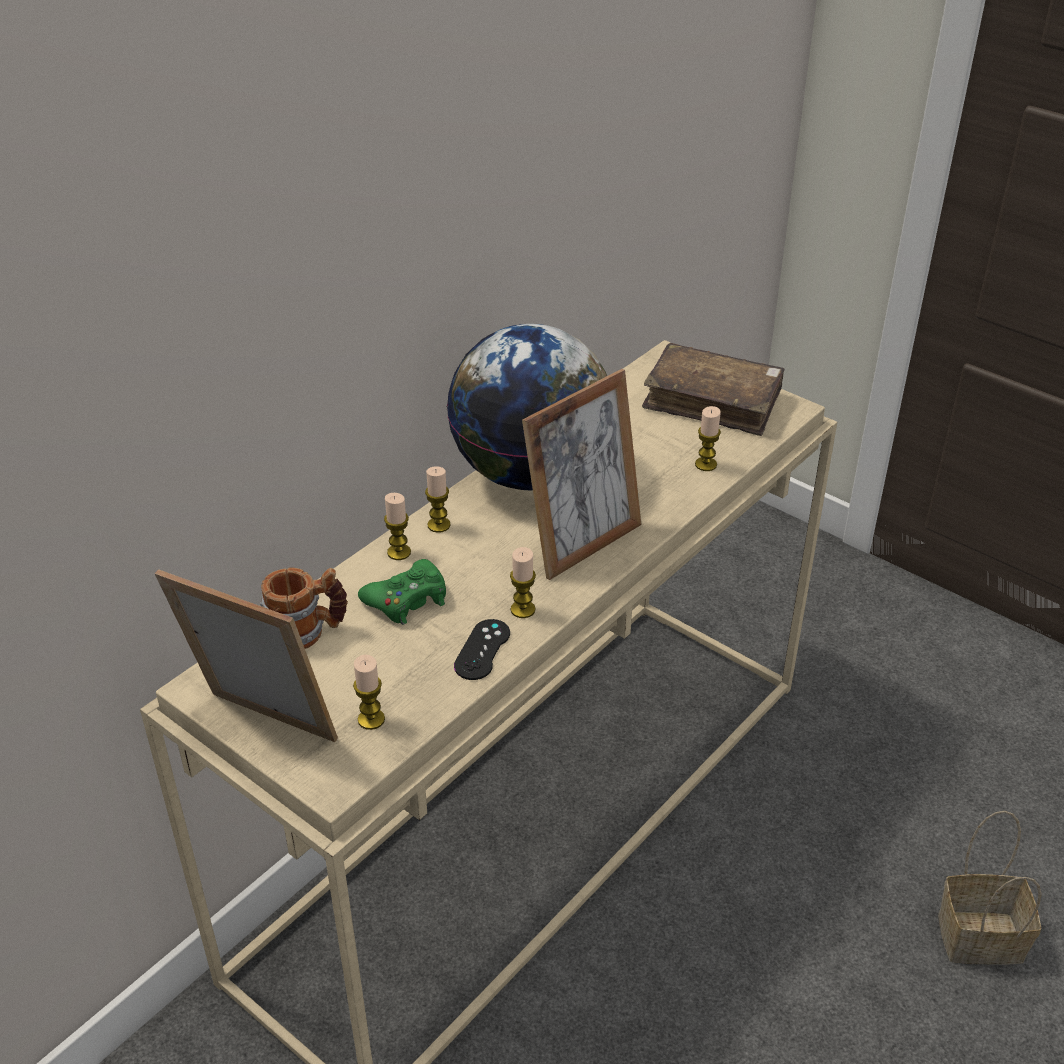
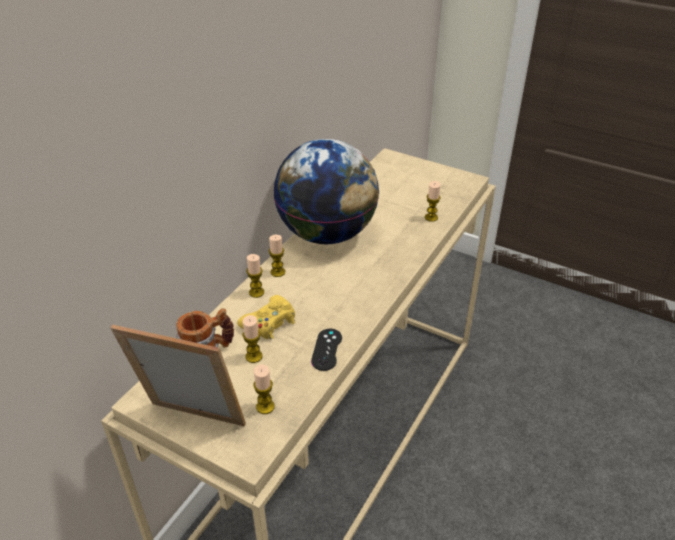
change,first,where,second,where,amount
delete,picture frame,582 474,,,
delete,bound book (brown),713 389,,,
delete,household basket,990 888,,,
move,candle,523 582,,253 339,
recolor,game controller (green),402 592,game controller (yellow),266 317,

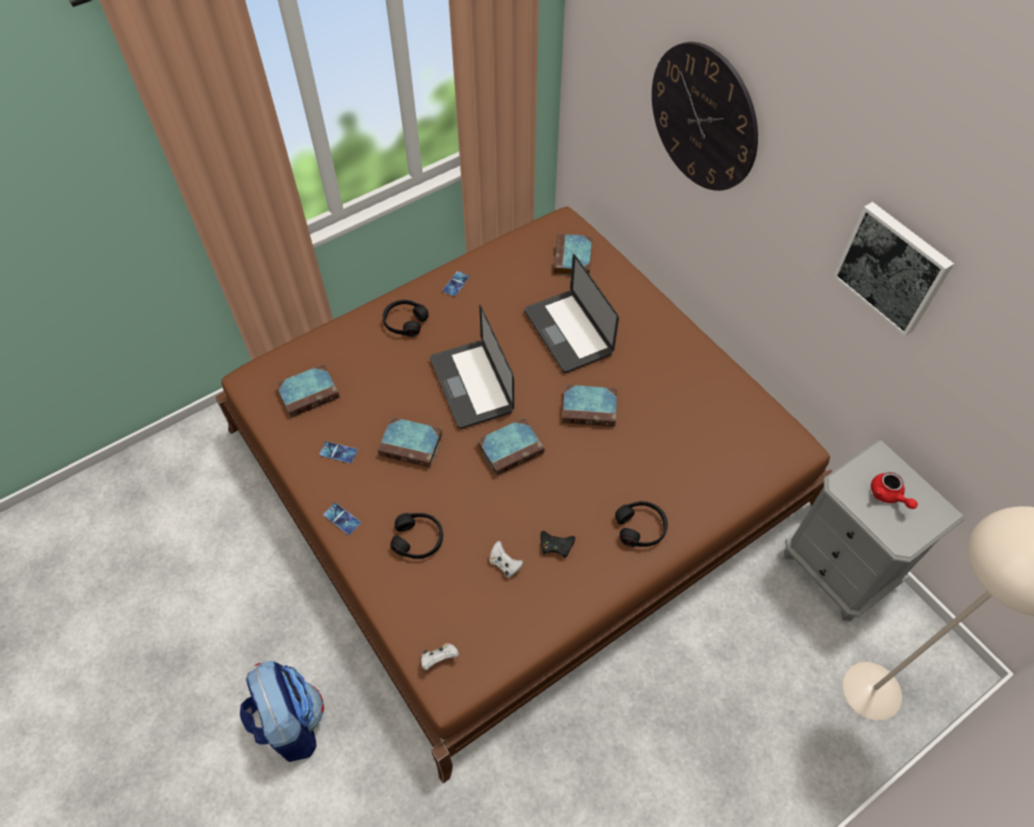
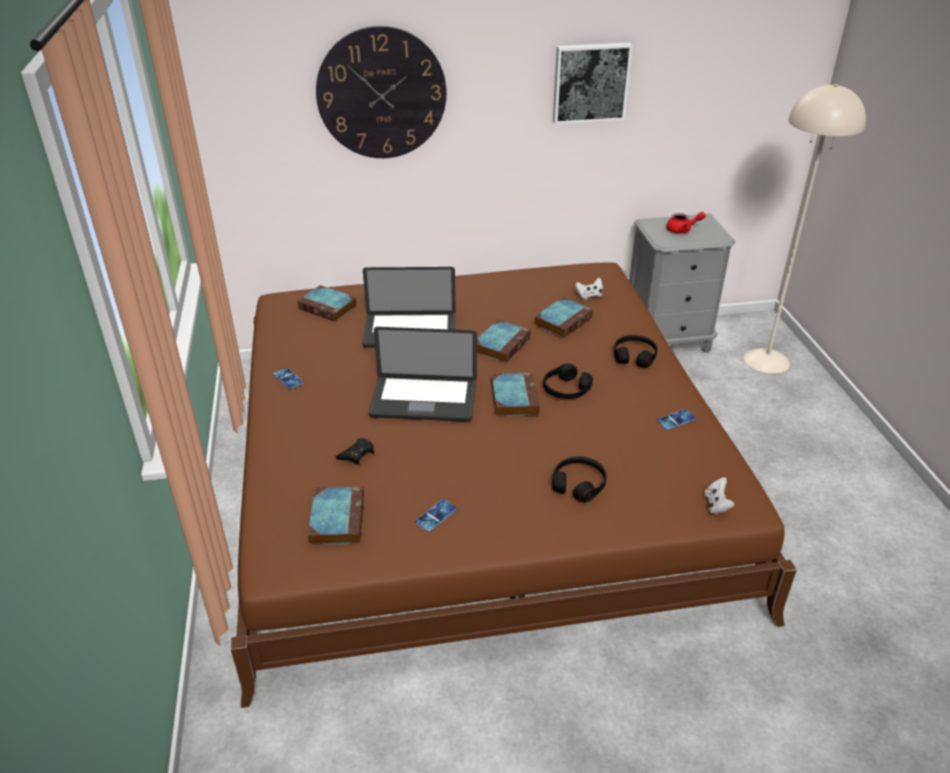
change,first,where,second,where,amount
delete,knapsack,282 711,,,
move,phone,342 519,,676 419,
move,bound book,410 442,,563 317,
move,headset (black),406 318,,568 381,
move,game controller (white-coloured),506 559,,589 289,
move,game controller (black),557 544,,354 451,

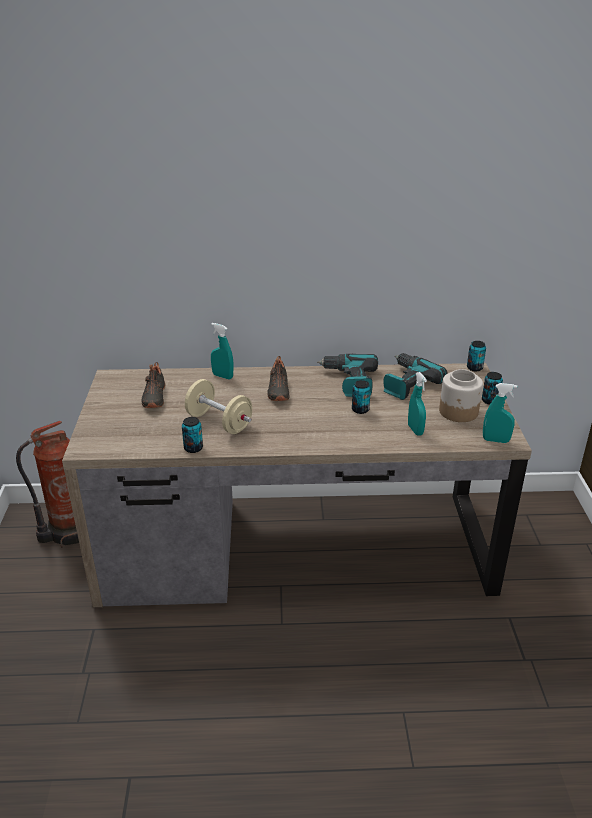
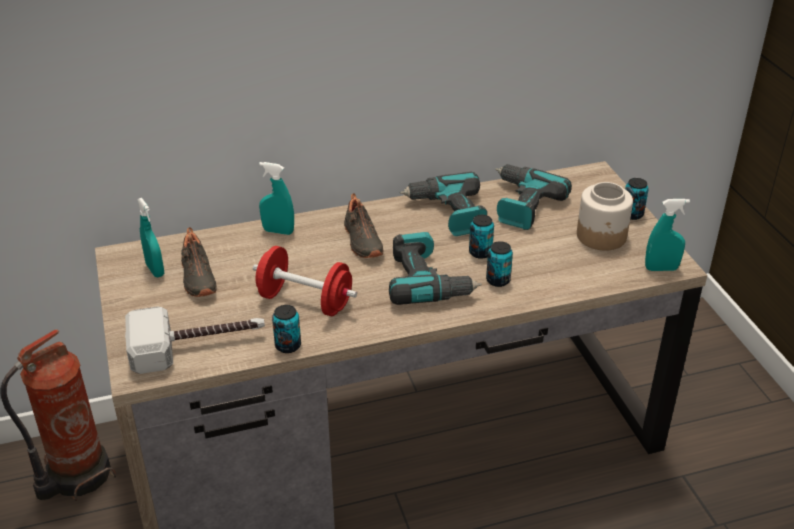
change,first,where,second,where,amount
insert,,,tool hammer,195 340,
insert,,,drill,435 268,
move,spray bottle (turquoise-coloured),417 404,,150 237,
move,metal can,476 356,,499 264,
recolor,dumbbell (beige),218 406,dumbbell (red-coloured),305 281,

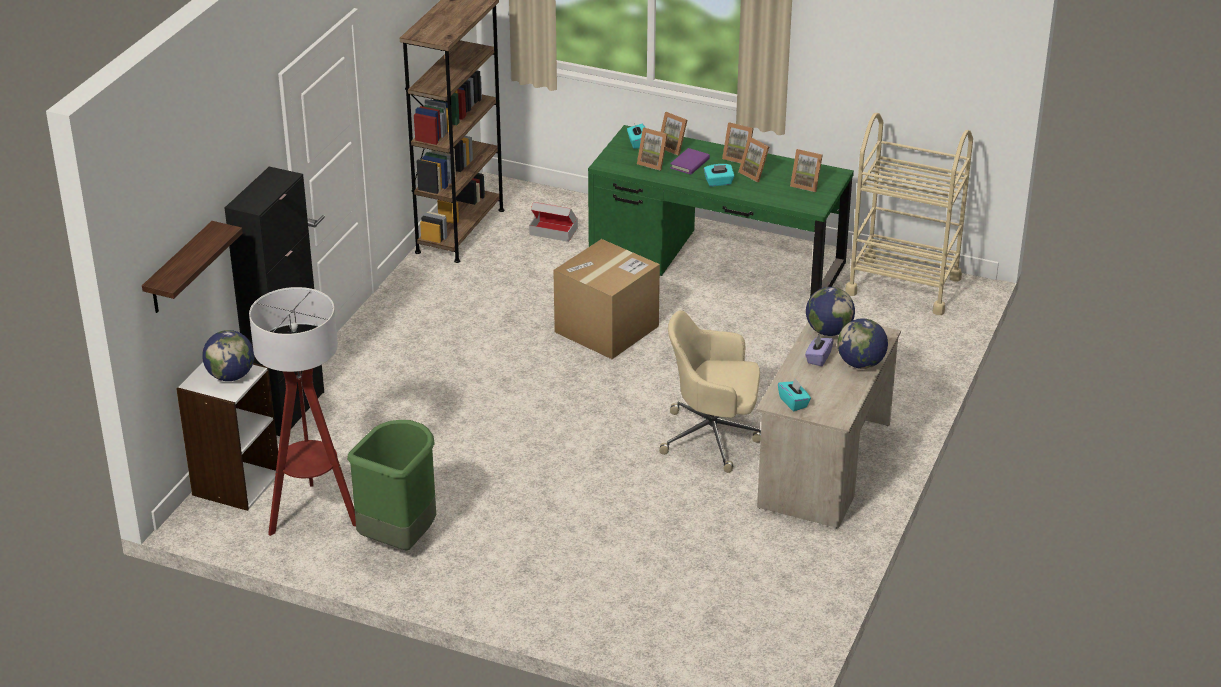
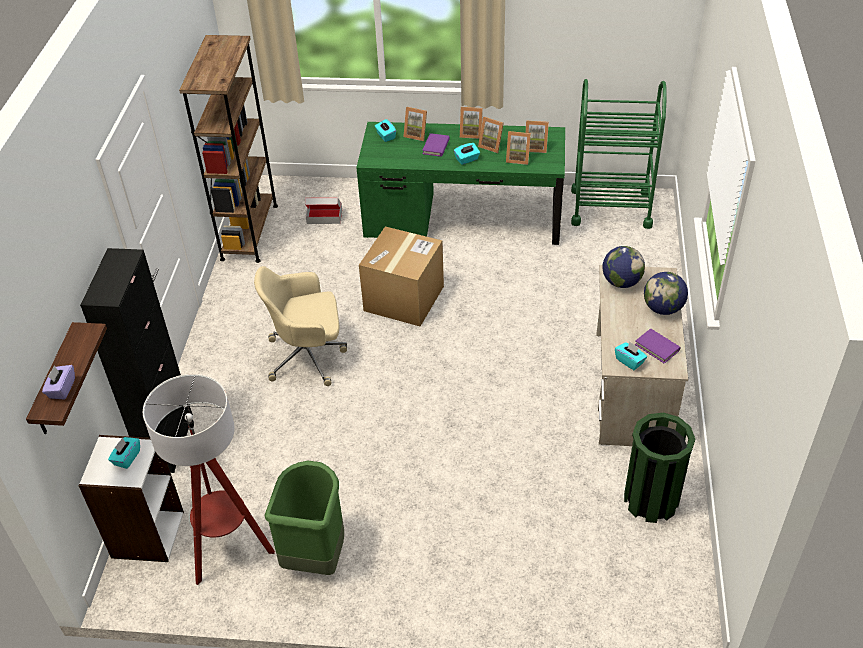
change,first,where,second,where,amount
insert,,,trash can (green),659 468,
insert,,,bound book (purple),658 346,
move,picture frame,652 149,,518 148,
move,computer chair (beige),710 391,,300 326,
move,box of tissues (purple),819 350,,58 382,
replace,globe,228 355,box of tissues (turquoise-coloured),124 453,
recolor,wheeled cart (beige),909 214,wheeled cart (green),619 154,

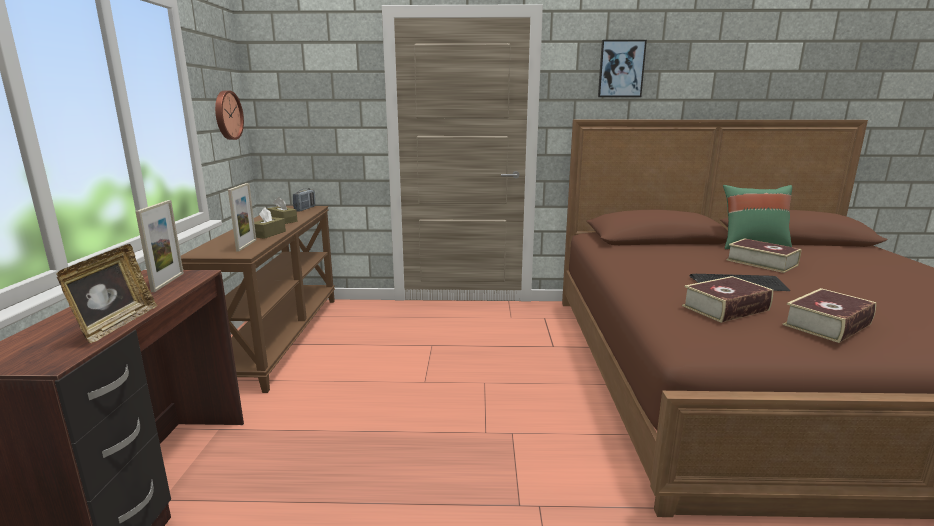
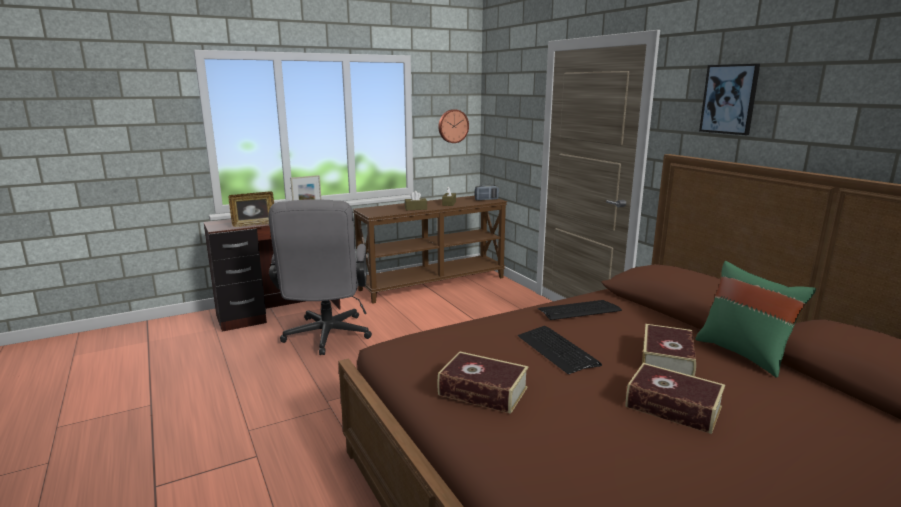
change,first,where,second,where,amount
delete,picture frame,242 217,,,
insert,,,computer chair (greyish),320 277,
insert,,,PC keyboard,580 310,
move,bound book,727 299,,675 398,

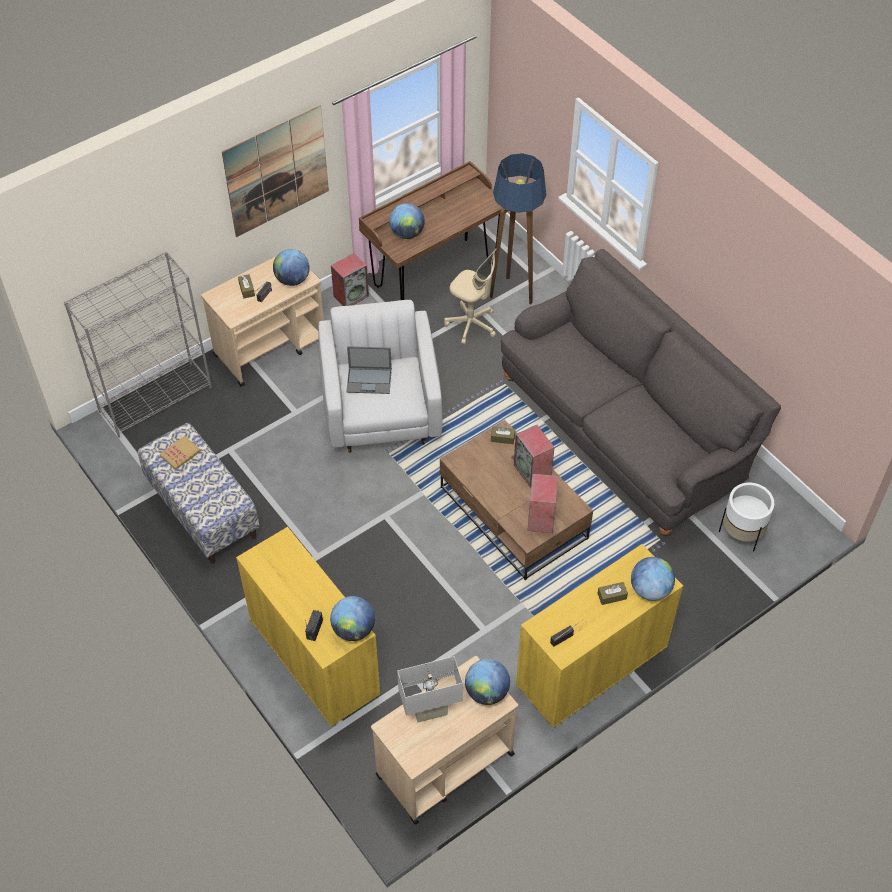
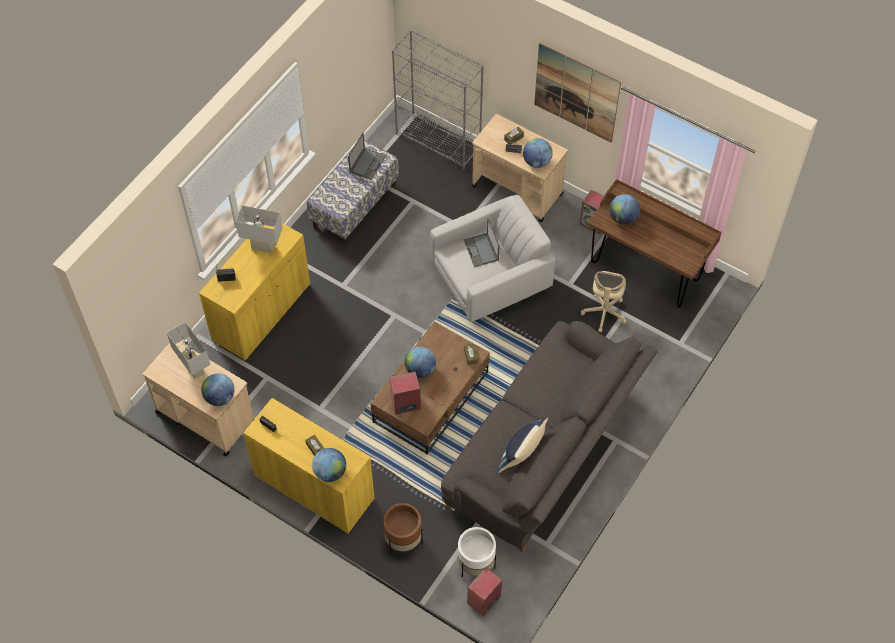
change,first,where,second,where,amount
delete,floor lamp,518 228,,,
insert,,,tabletop lamp (white-coloured),259 229,
insert,,,plant pot (brown),403 528,
insert,,,throw pillow (bluish),522 445,
move,globe,352 618,,420 362,
move,audio speaker,534 456,,484 591,
replace,bound book,180 453,portable computer,367 156,

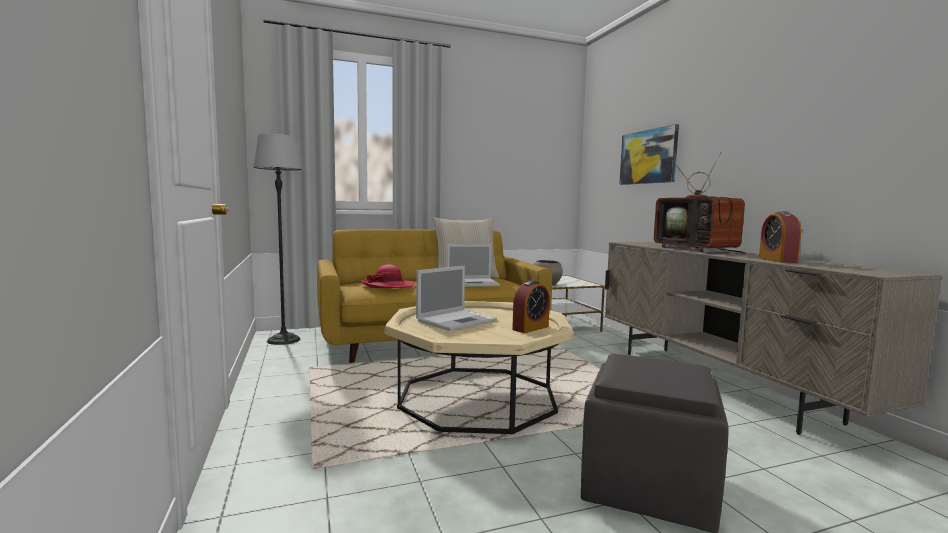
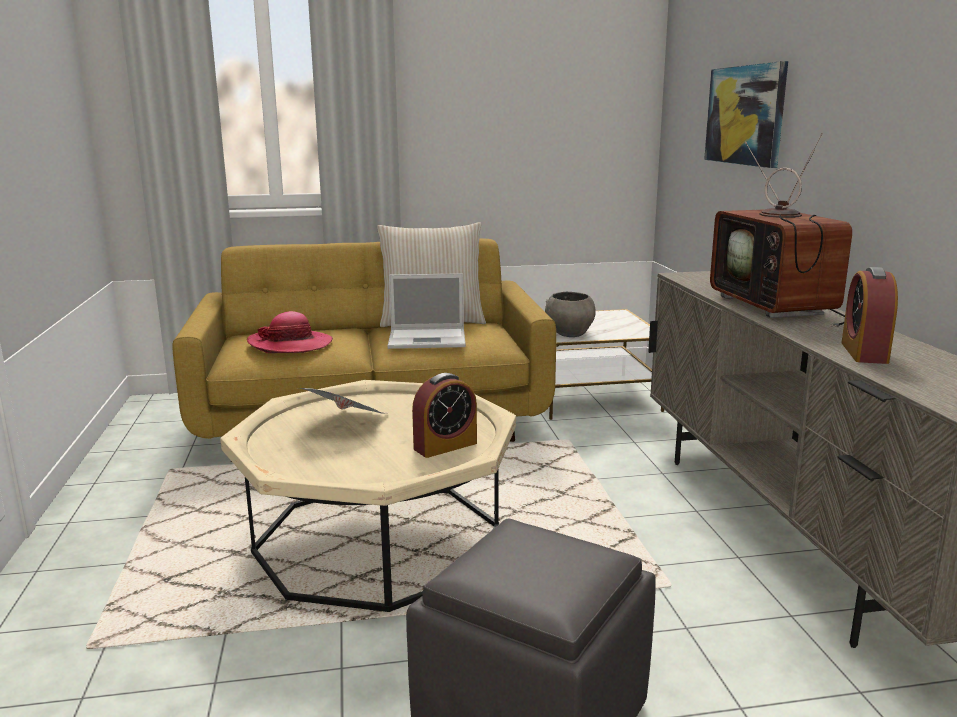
change,first,where,second,where,amount
delete,floor lamp,277 239,,,
replace,portable computer,456 298,printed paper,341 401,

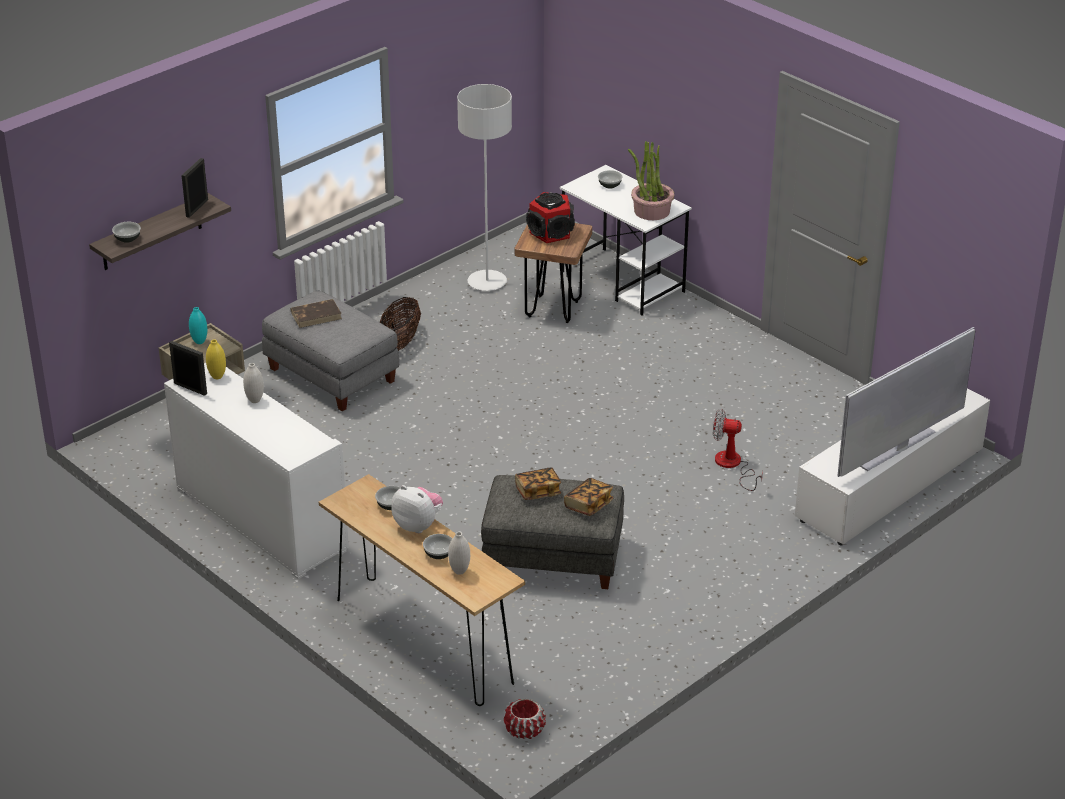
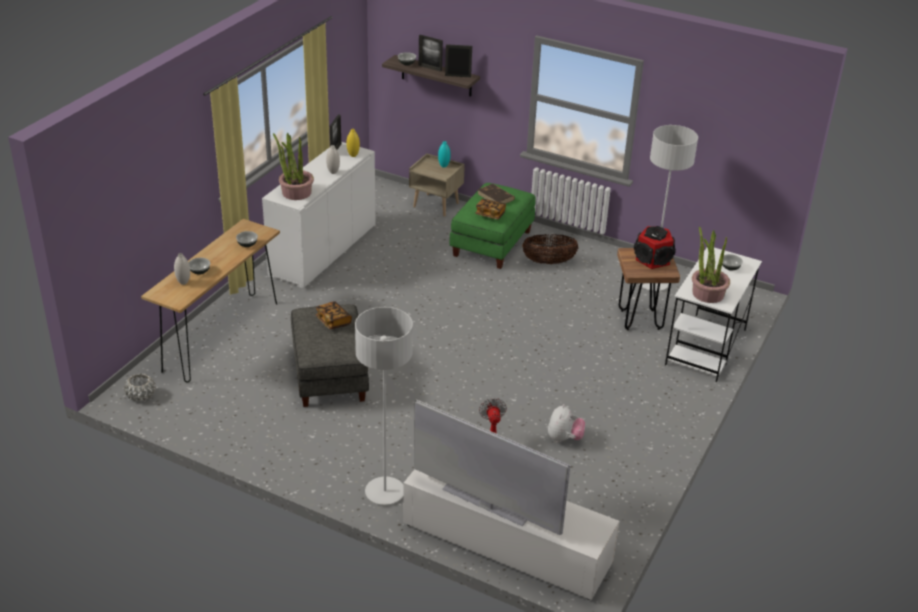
change,first,where,second,where,amount
insert,,,potted plant,293 166,
insert,,,floor lamp (greyish),384 406,
insert,,,picture frame,431 53,
move,soft toy,417 509,,566 423,
move,bound book,589 497,,490 209,
recolor,footrest (greyish),330 351,footrest (green),492 226,
recolor,plant pot (red-coloured),525 719,plant pot (white-coloured),140 387,

